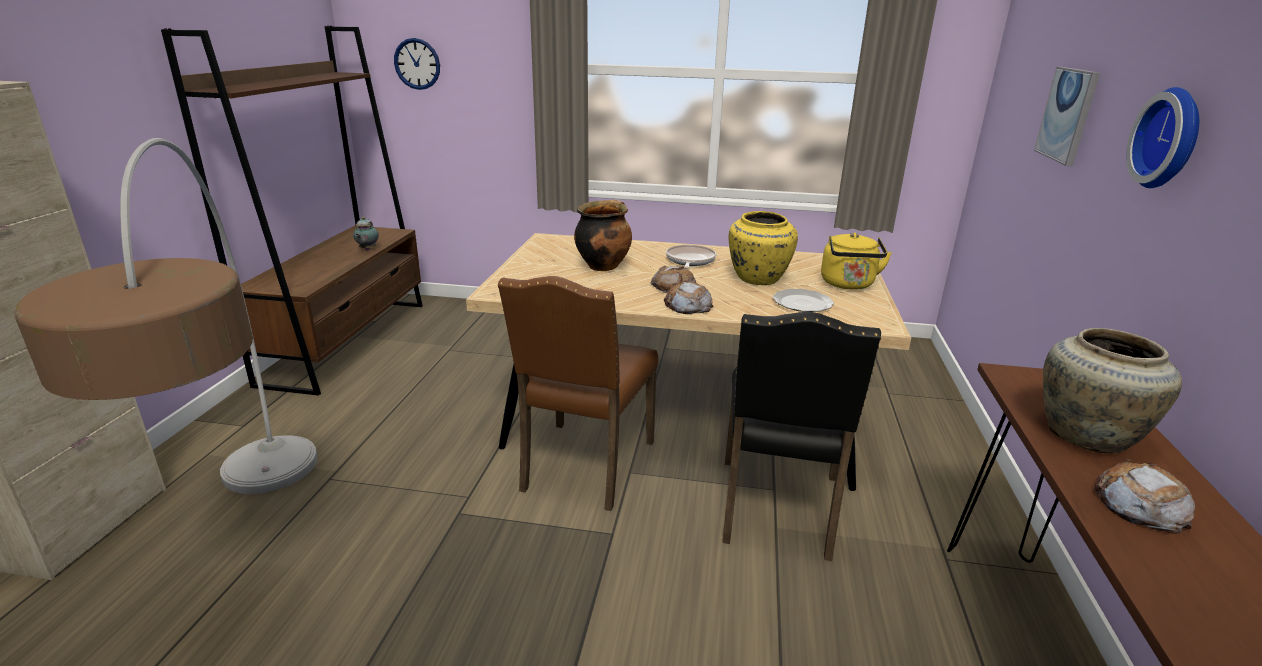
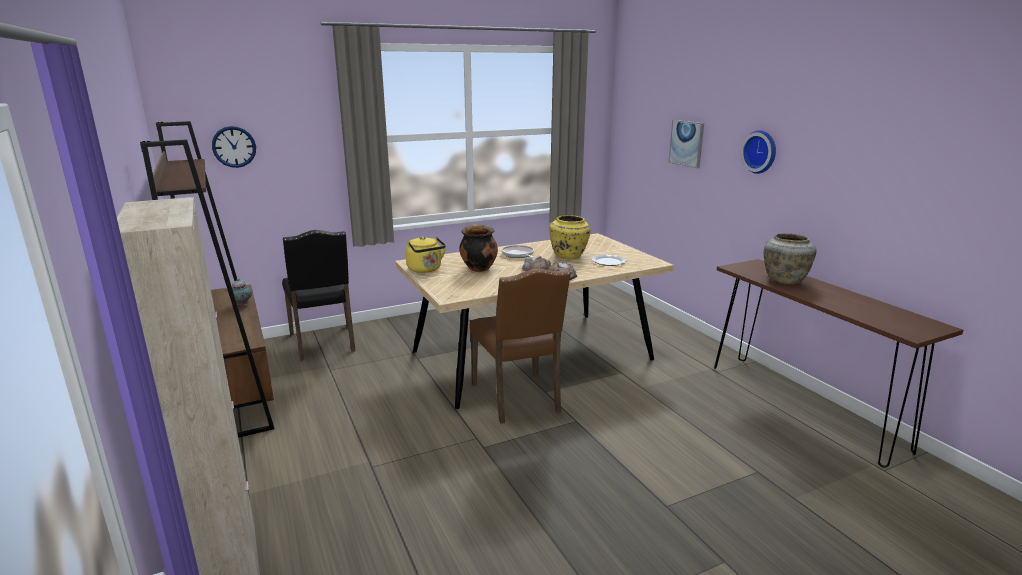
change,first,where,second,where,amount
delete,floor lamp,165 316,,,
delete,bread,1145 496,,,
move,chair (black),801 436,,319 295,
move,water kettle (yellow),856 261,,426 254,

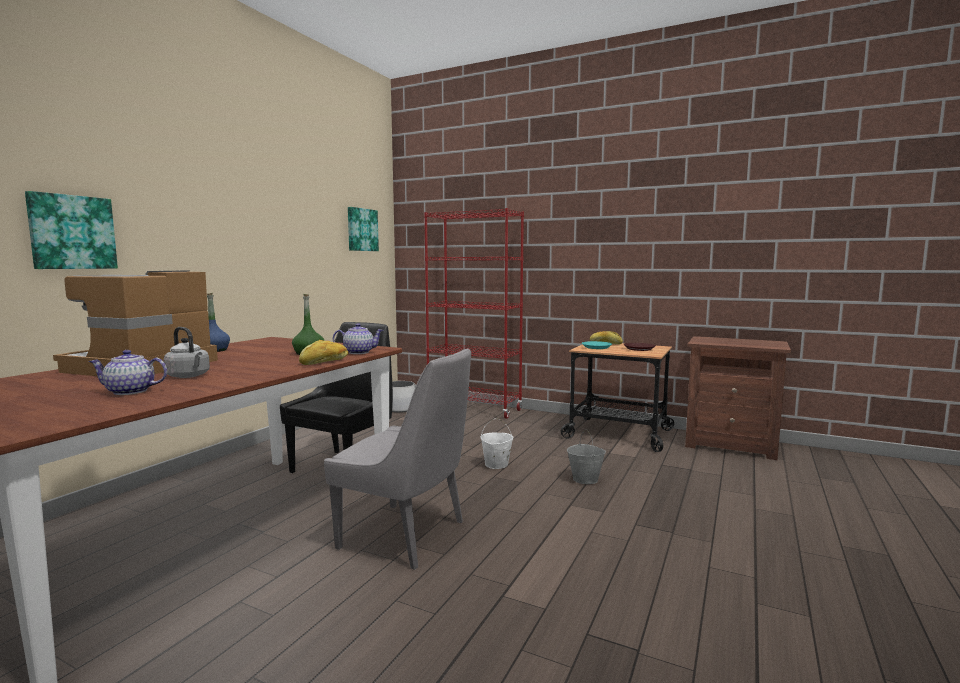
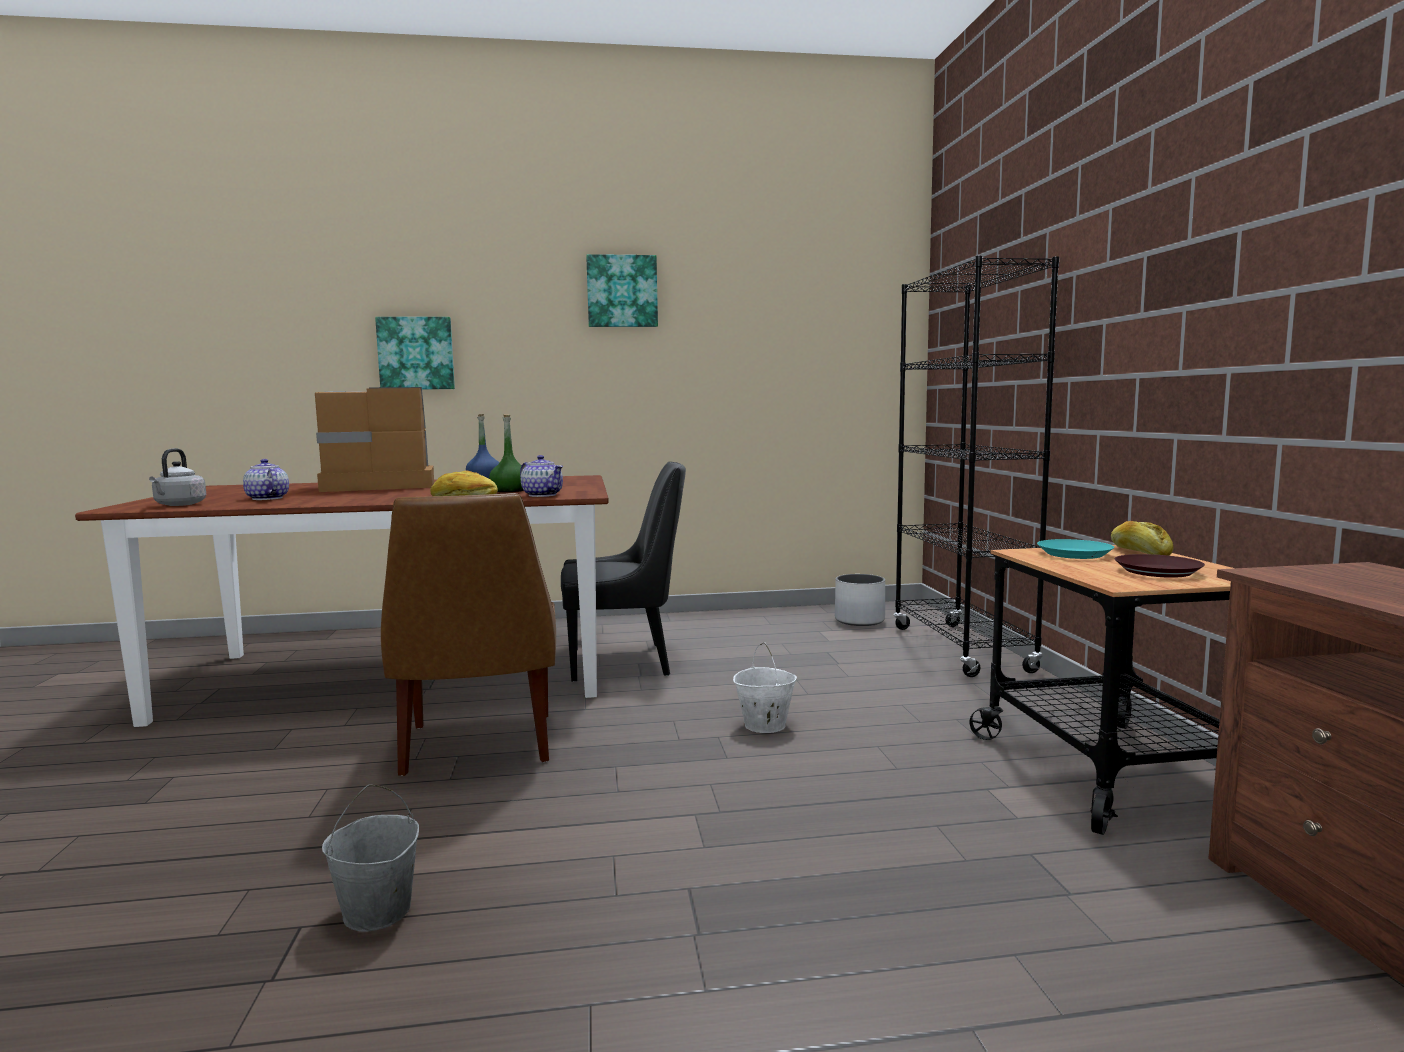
change,first,where,second,where,amount
move,water kettle (greyish),187 352,,177 477,
move,wall art,363 229,,622 290,
move,pail (greyish),586 456,,370 858,
recolor,chair (greyish),397 459,chair (brown),468 634,
recolor,bookshelf (red-coloured),474 313,bookshelf (black),976 466,

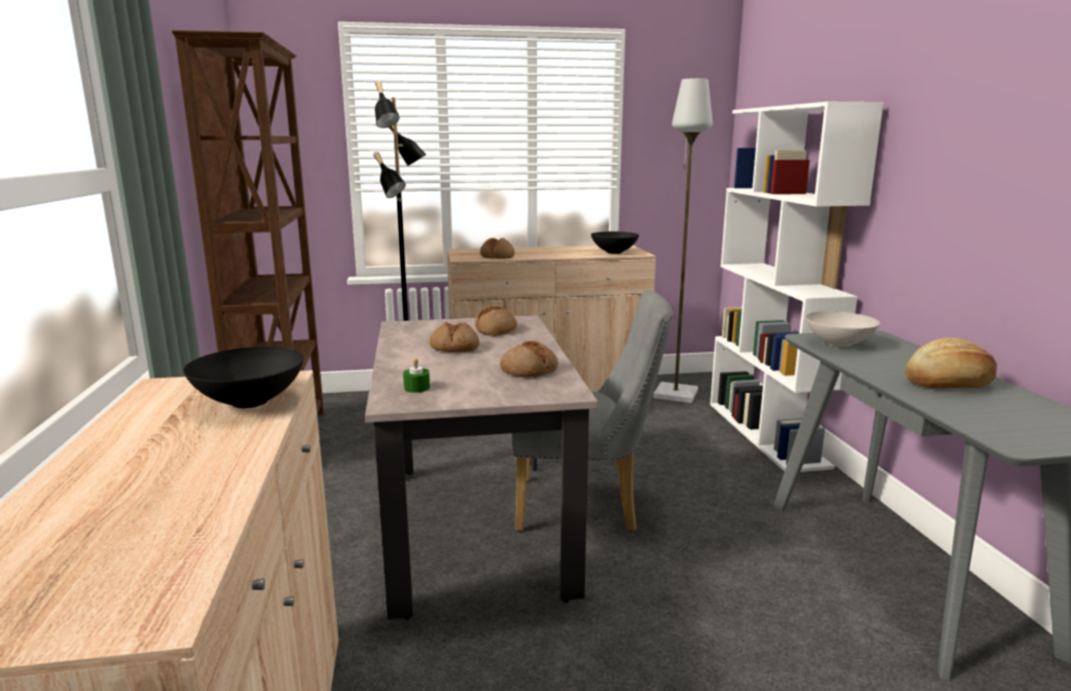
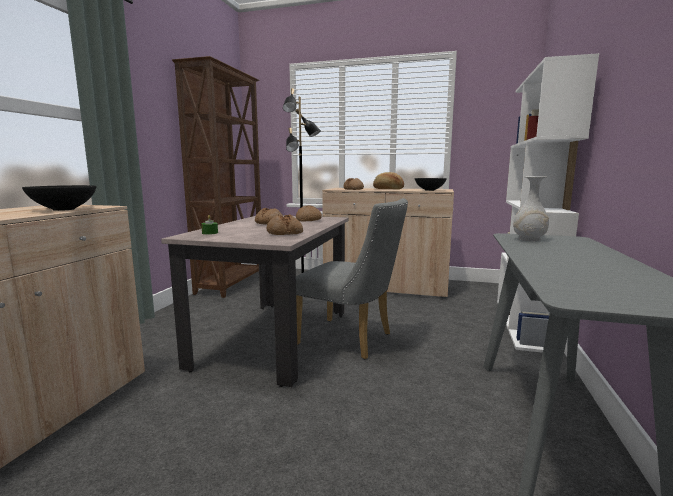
change,first,where,second,where,amount
delete,floor lamp (greyish),683 240,,,
move,bread,950 363,,388 180,
replace,serving bowl (white-coloured),843 329,decorative vase (white-coloured),531 208,

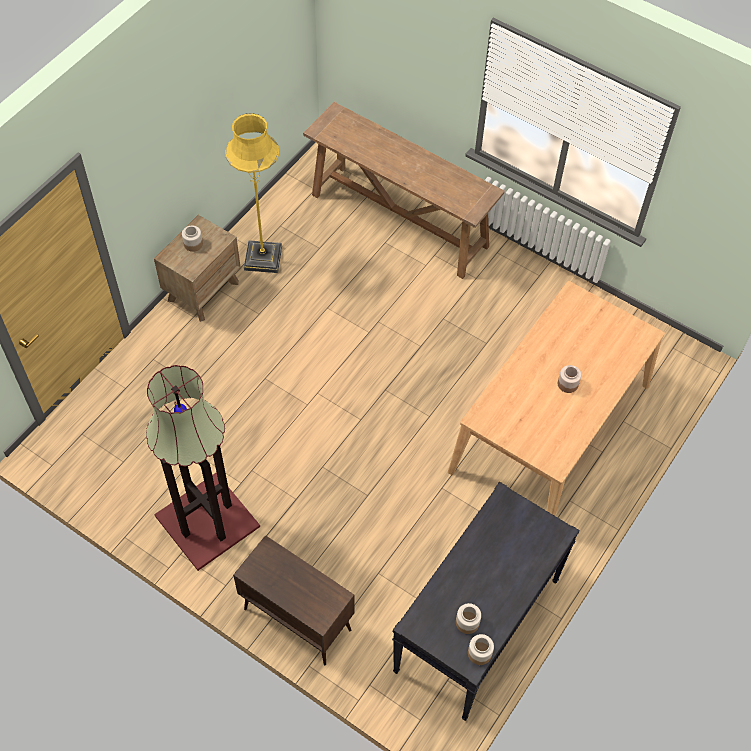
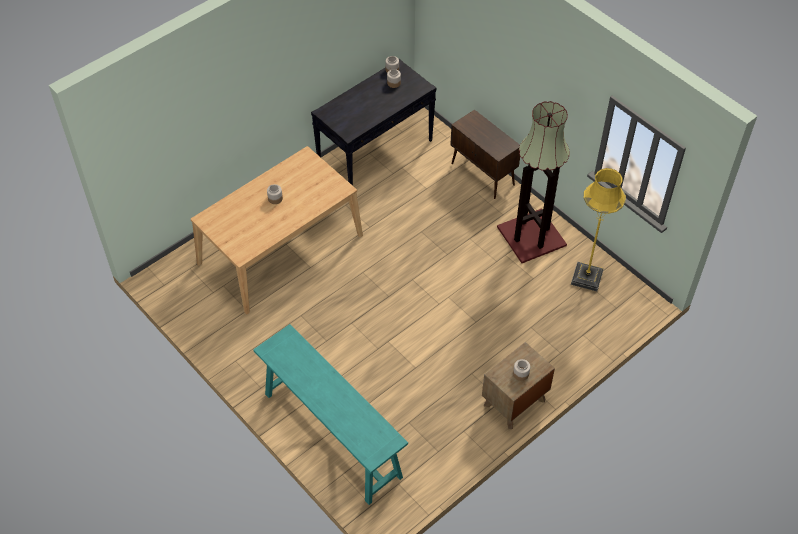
change,first,where,second,where,amount
move,floor lamp (yellow),253 193,,598 229,
recolor,hall table (brown),404 190,hall table (turquoise-coloured),330 414,

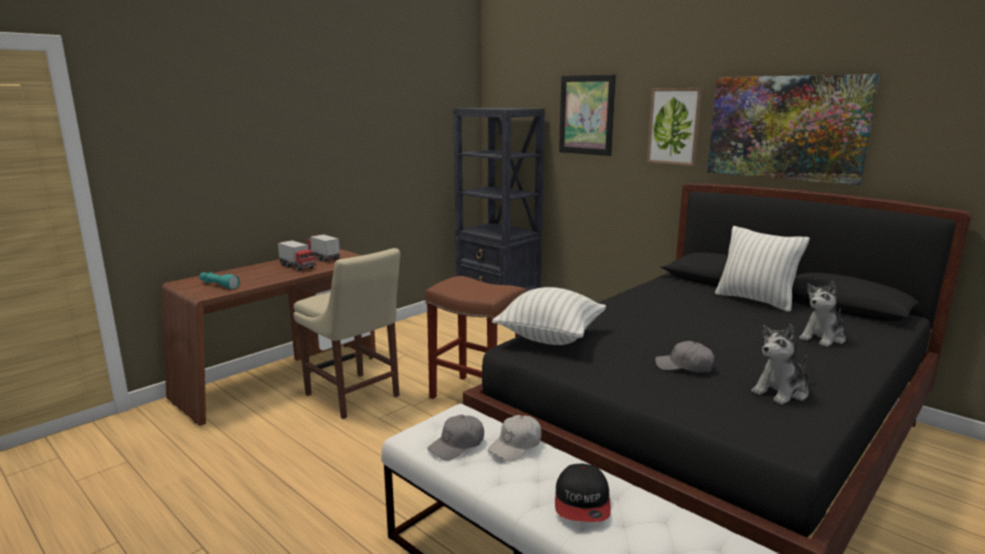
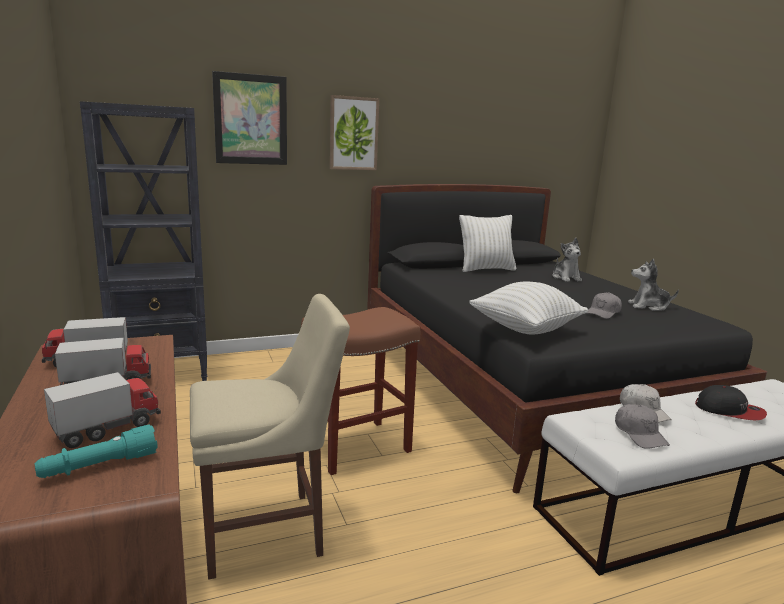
change,first,where,second,where,amount
delete,wall art,793 129,,,
insert,,,toy lorry,102 410,
rotate,soft toy,780 364,,653 285,105 degrees clockwise

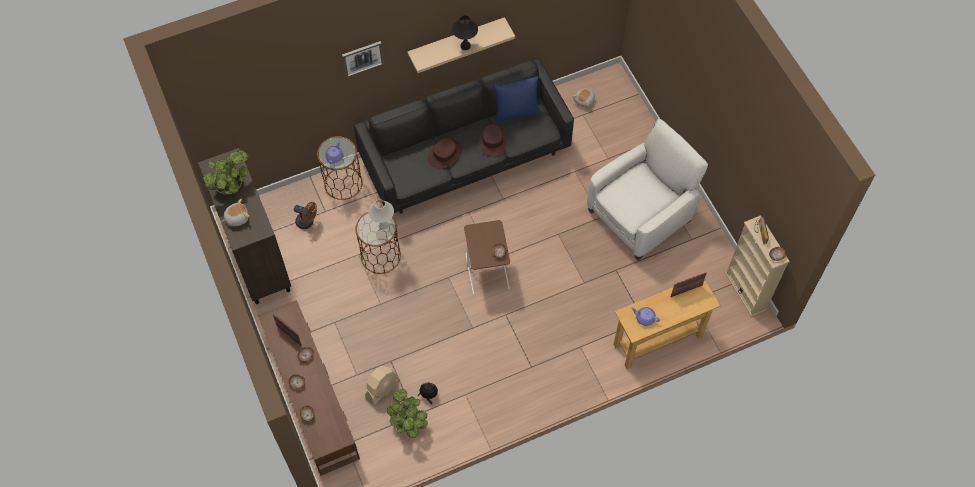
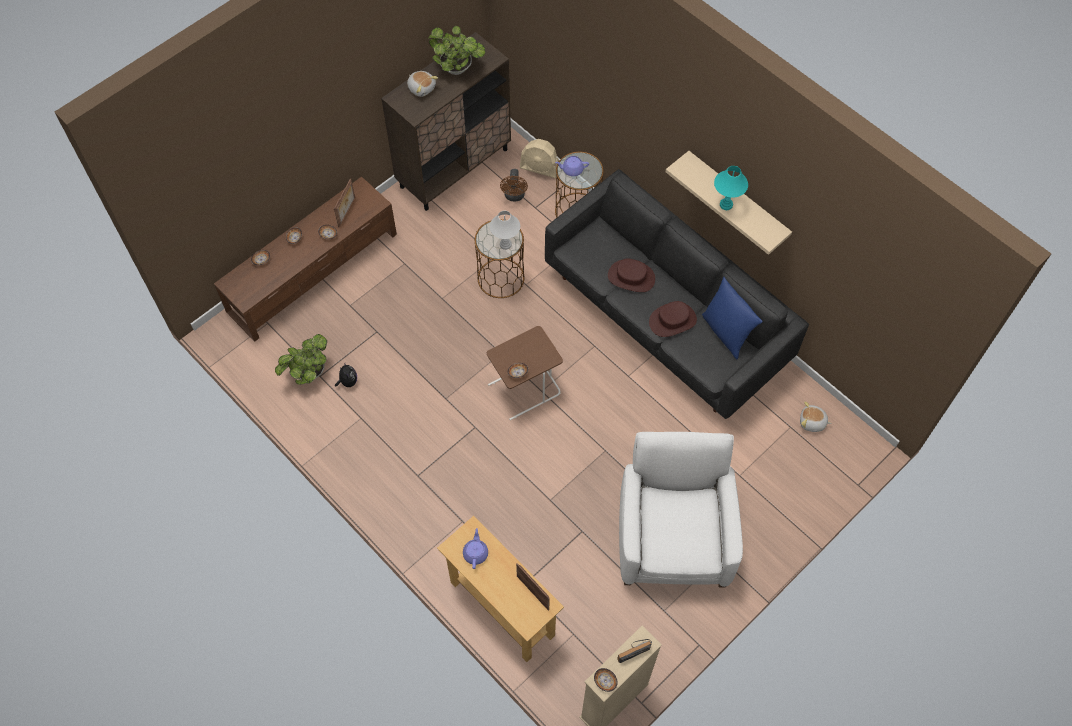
change,first,where,second,where,amount
delete,wall art,363 59,,,
move,fan (beige),382 385,,539 158,
recolor,tabletop lamp (black),465 32,tabletop lamp (turquoise-coloured),731 188,
rotate,armchair (white-coloured),647 189,,681 509,120 degrees counterclockwise

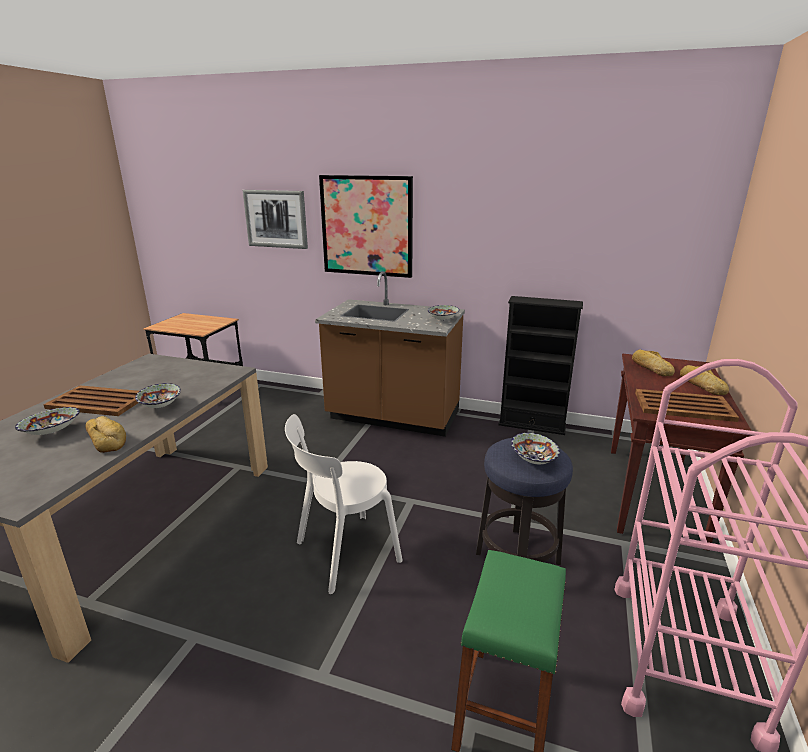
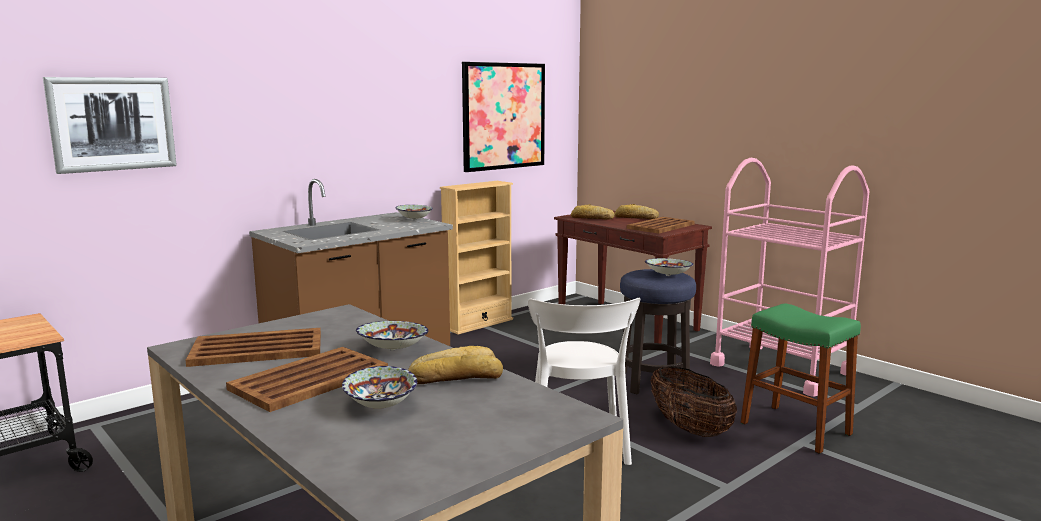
change,first,where,second,where,amount
insert,,,carrying tray (brown),253 347,
insert,,,household basket,694 401,
move,wall art,366 226,,503 117,
recolor,bookshelf (black),540 365,bookshelf (beige),476 257,

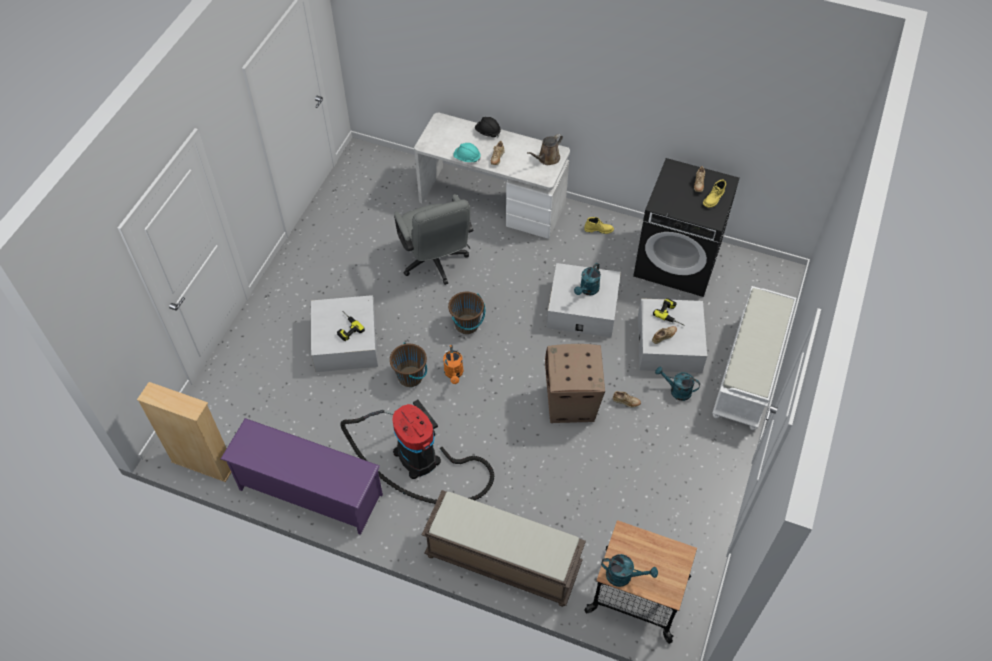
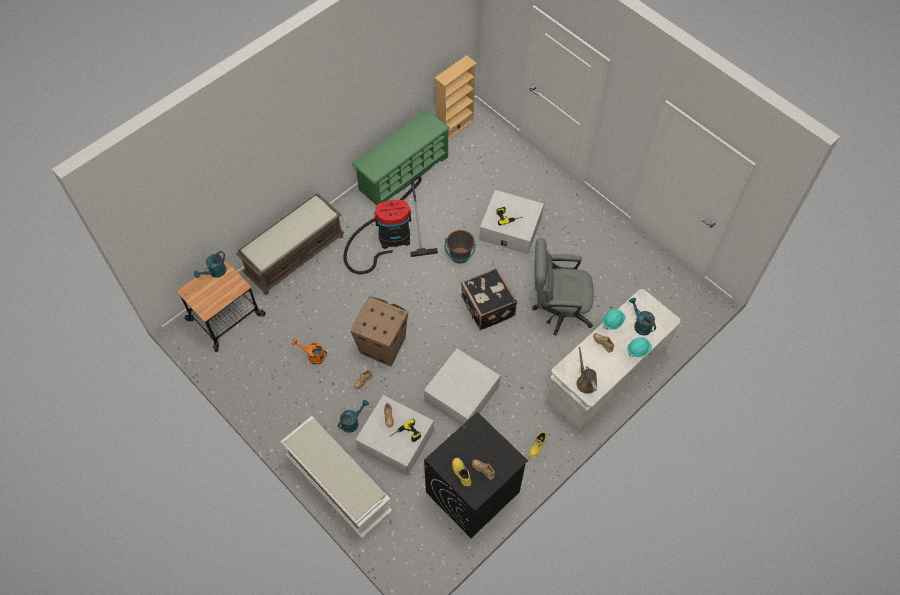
change,first,where,second,where,amount
move,watering pot (orange-coloured),453 364,,309 352,
move,watering pot (turquoise-coloured),587 279,,642 316,
replace,pail (brown),466 313,travel case (black),489 298,
recolor,shoe shelf (purple),302 476,shoe shelf (green),401 157,
recolor,work helmet (black),488 127,work helmet (turquoise-coloured),639 347,

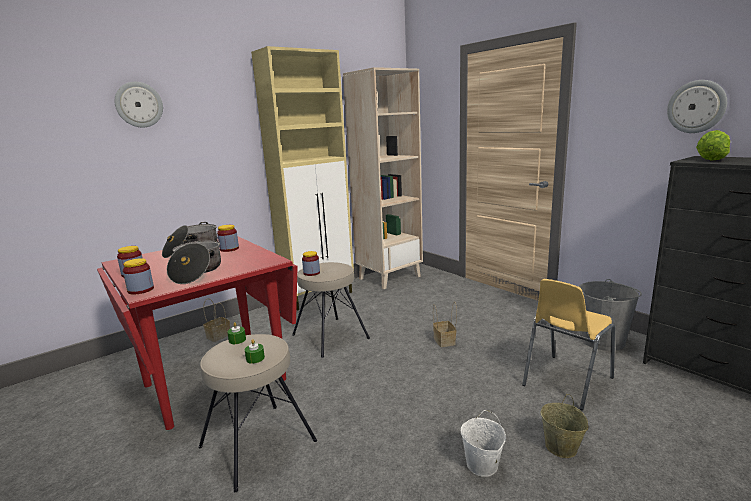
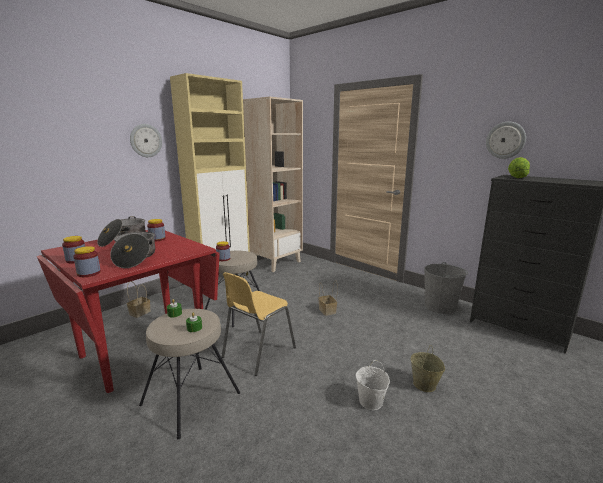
change,first,where,second,where,amount
move,clock on the wall,139 105,,146 140,
move,chair (yellow),568 344,,259 324,

